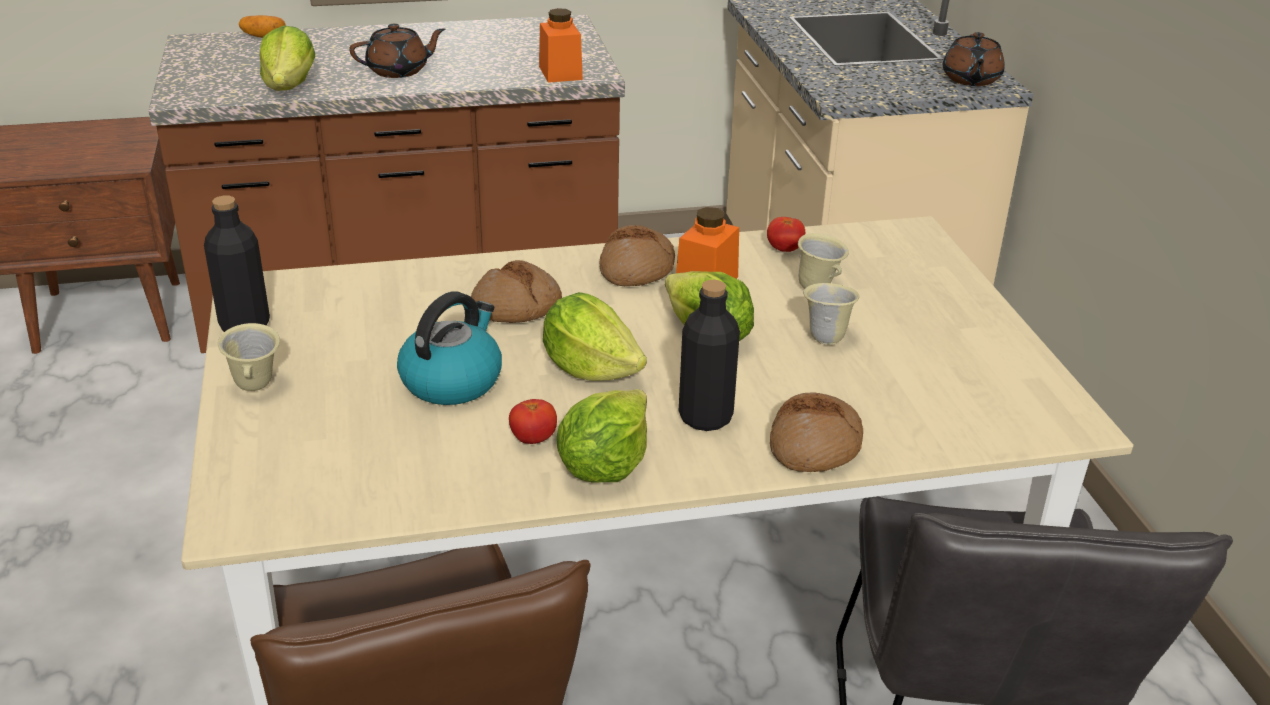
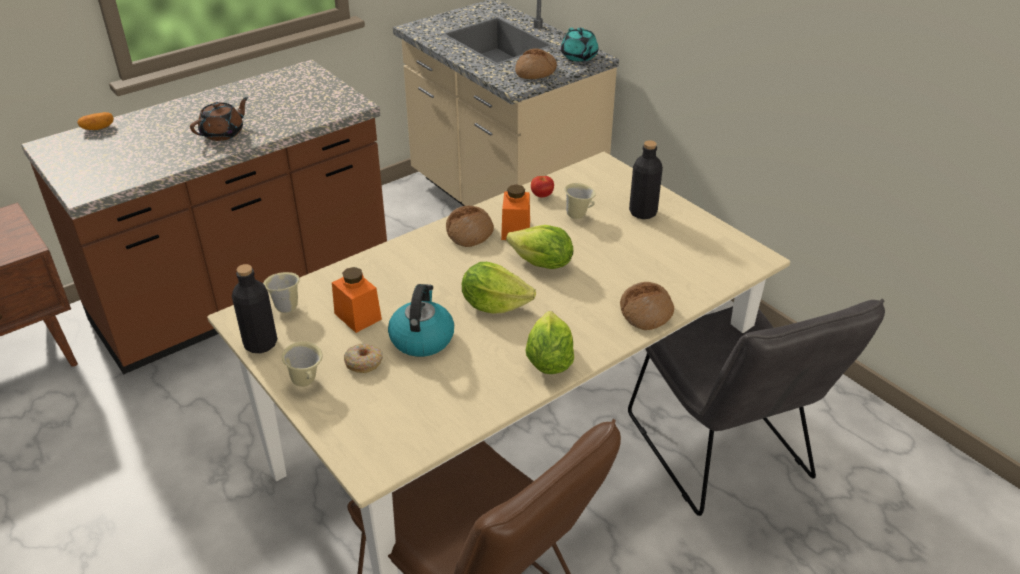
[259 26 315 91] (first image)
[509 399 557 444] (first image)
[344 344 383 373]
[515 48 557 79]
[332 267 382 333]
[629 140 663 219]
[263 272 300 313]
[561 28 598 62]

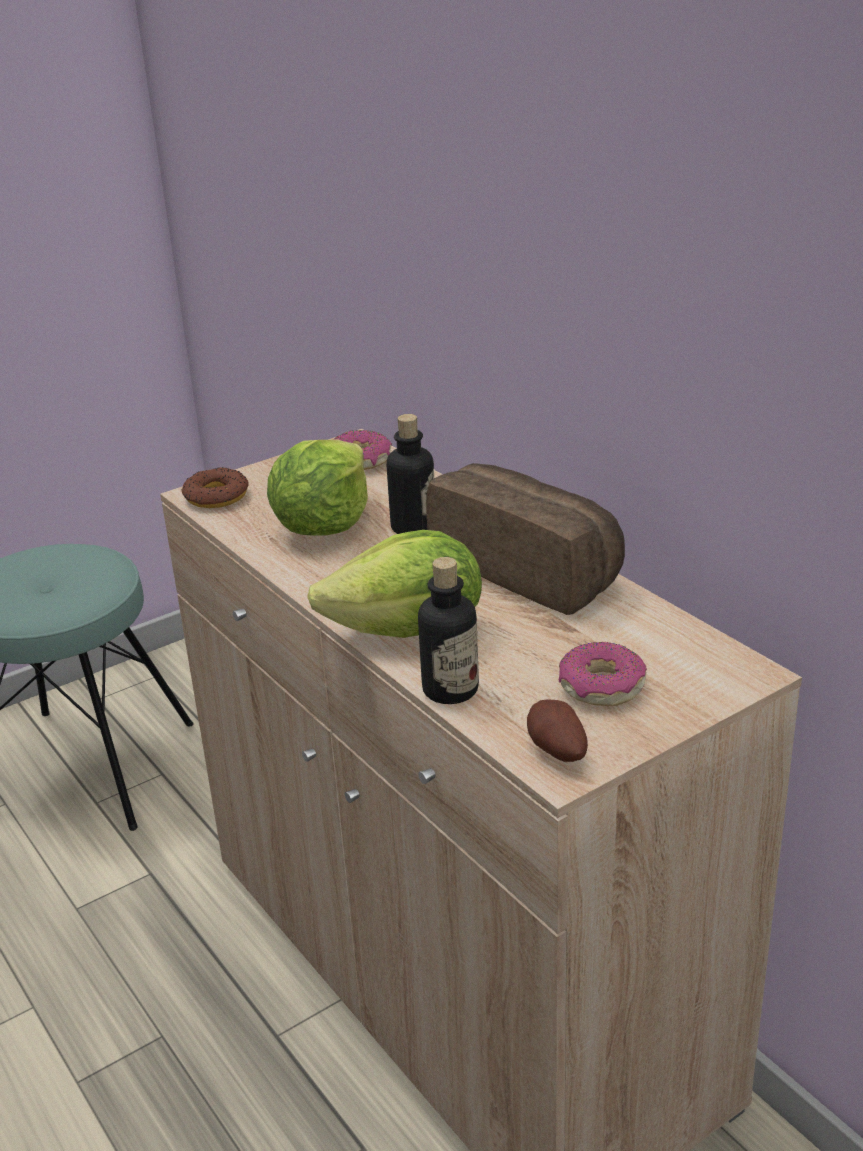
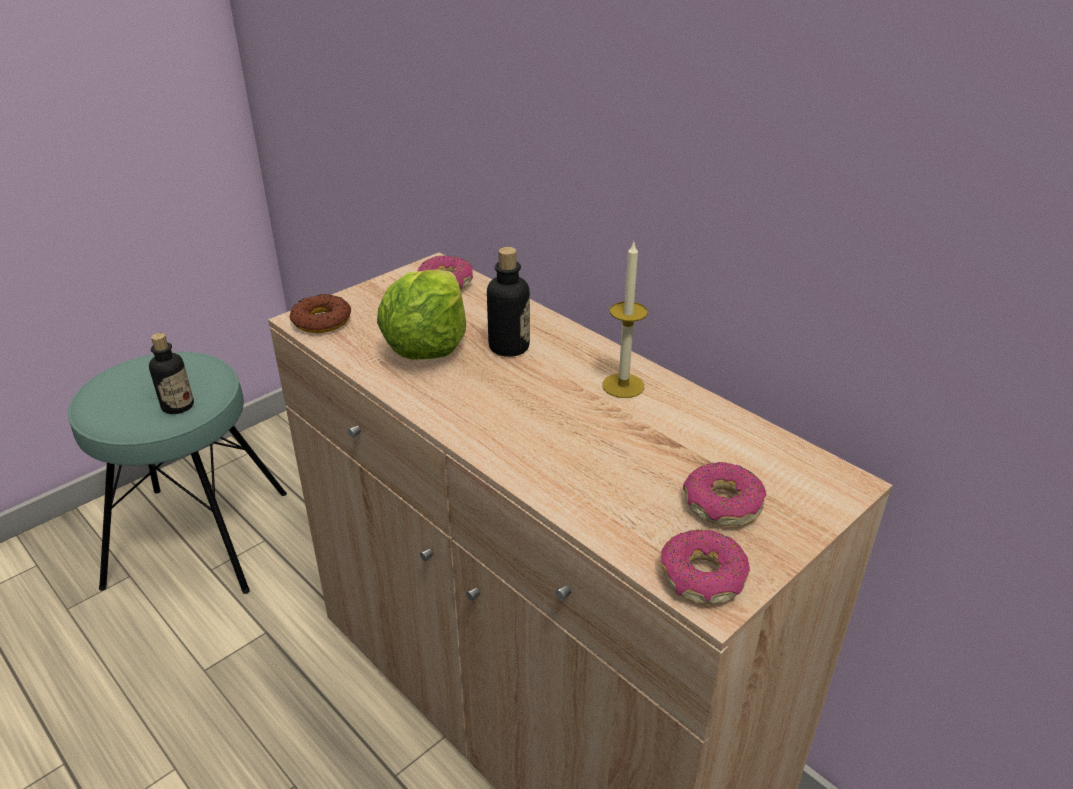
[307 530 482 638] (first image)
[149 333 194 414]
[602 242 648 398]
[661 529 750 604]

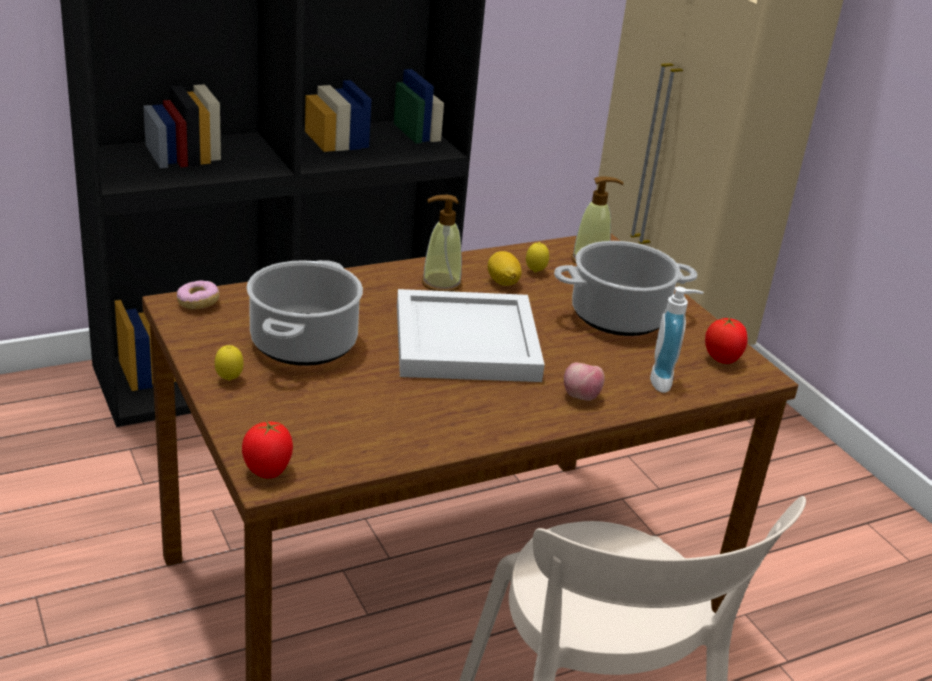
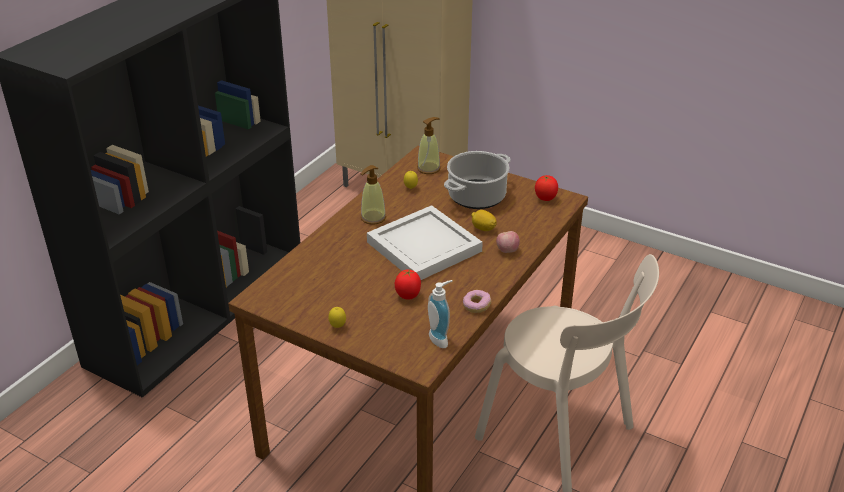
[247 260 363 366] (first image)
[463 290 491 313]
[395 269 421 300]
[471 210 497 231]
[428 280 453 348]

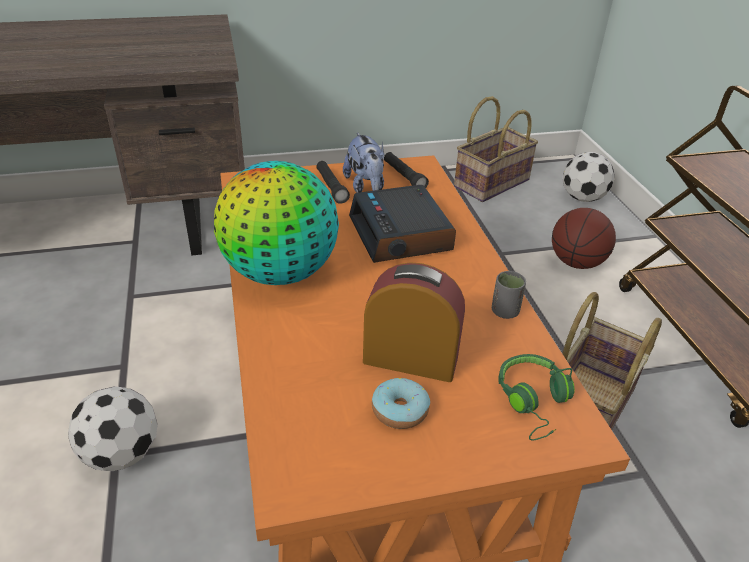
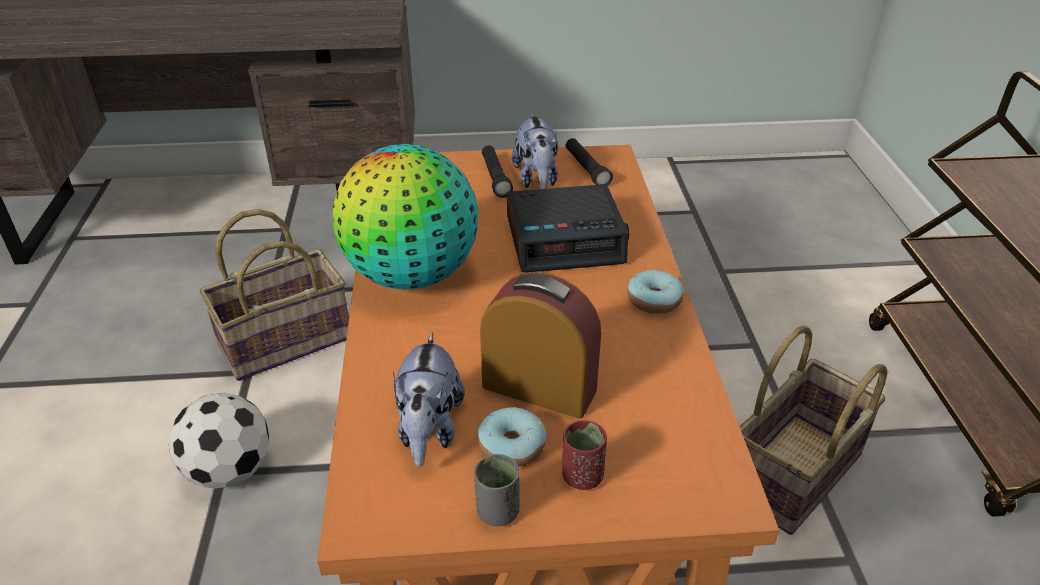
[498 354 575 441] (first image)
[552 208 616 269] (first image)
[563 152 615 202] (first image)
[393 332 465 467]
[562 420 607 490]
[627 269 684 314]
[199 209 349 381]
[474 454 520 526]
[507 184 629 273]

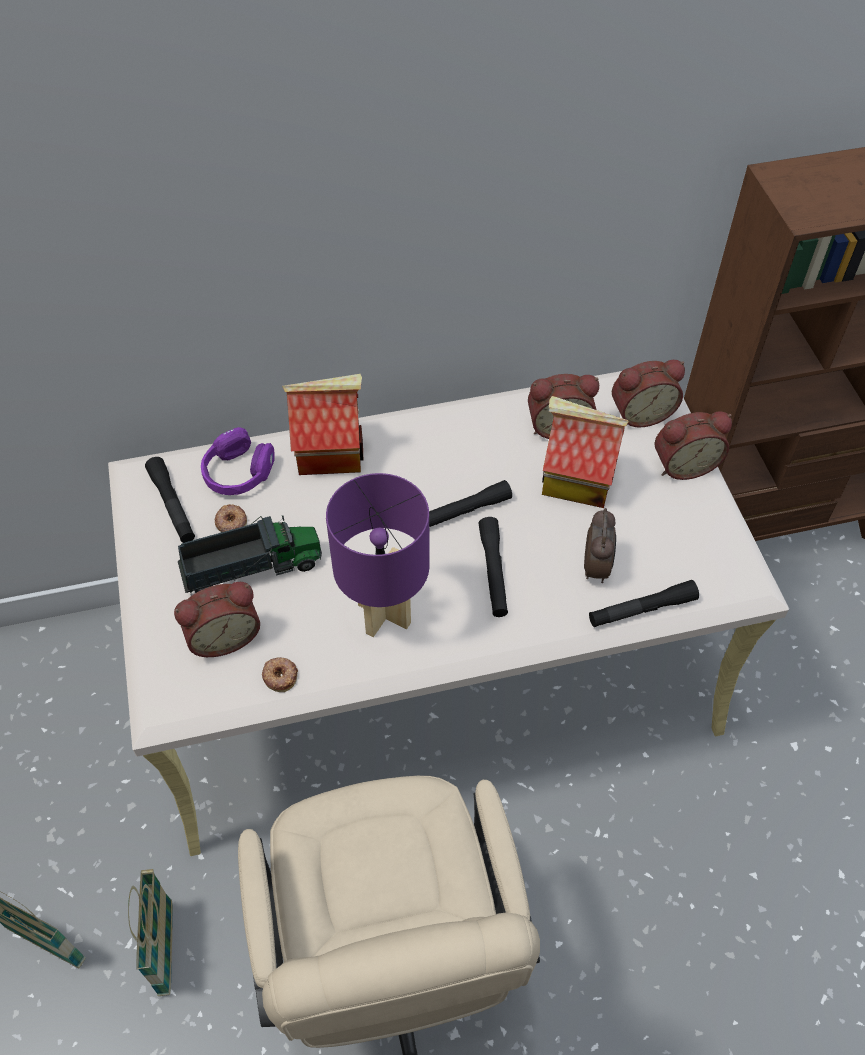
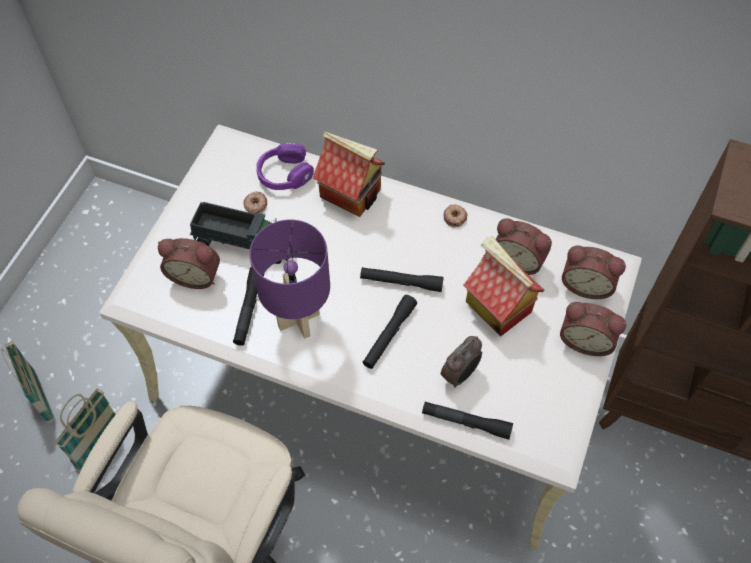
[233 267 265 346]
[444 204 467 228]

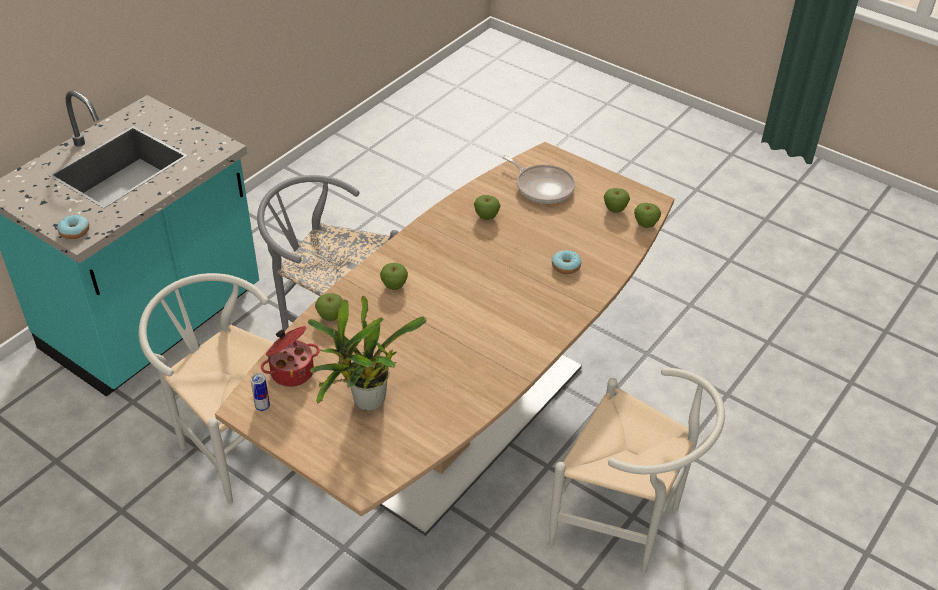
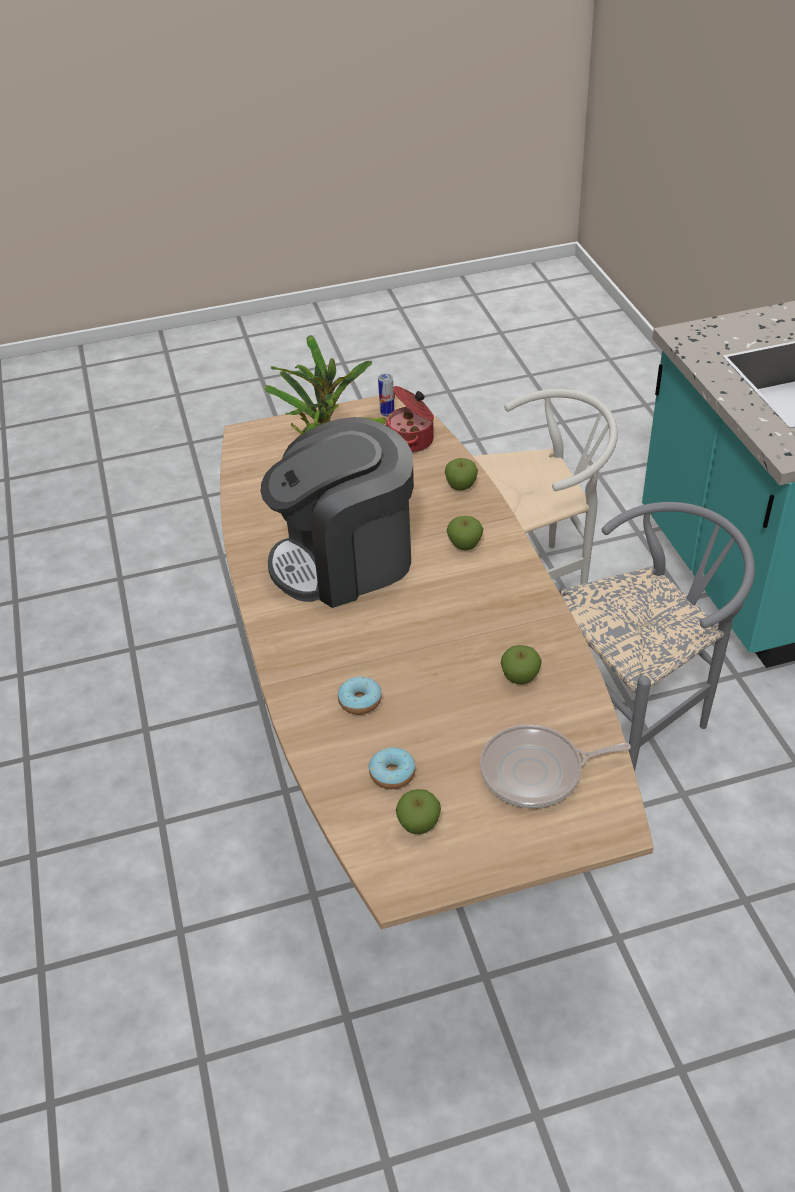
[549 368 725 573] (first image)
[634 203 661 228] (first image)
[260 417 414 608]
[369 747 416 789]

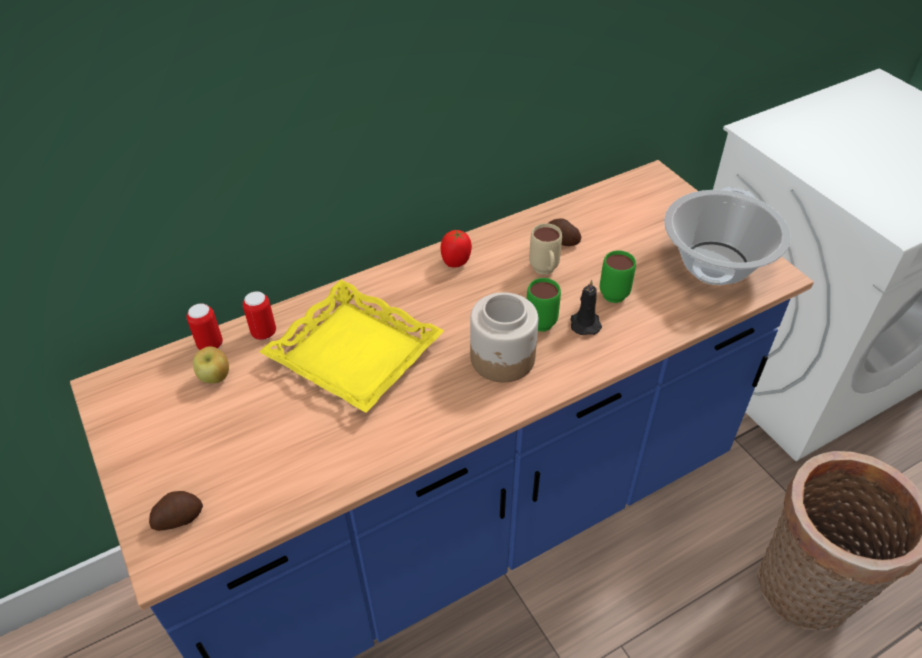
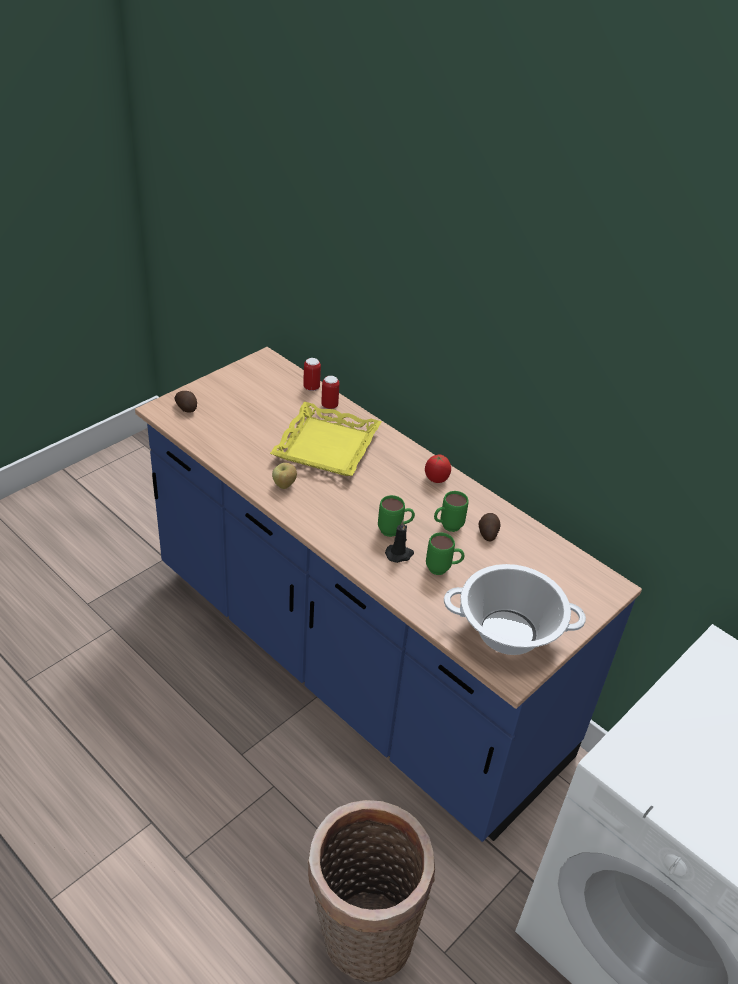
[470 292 539 382] (first image)
[272 463 297 489]
[434 491 469 532]

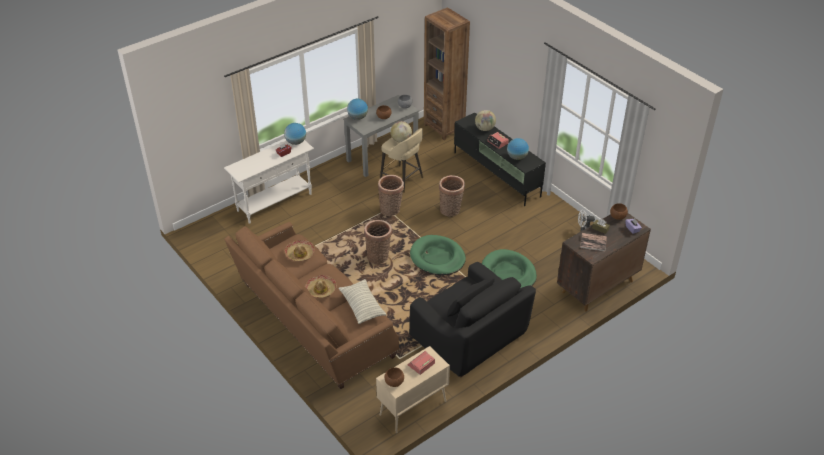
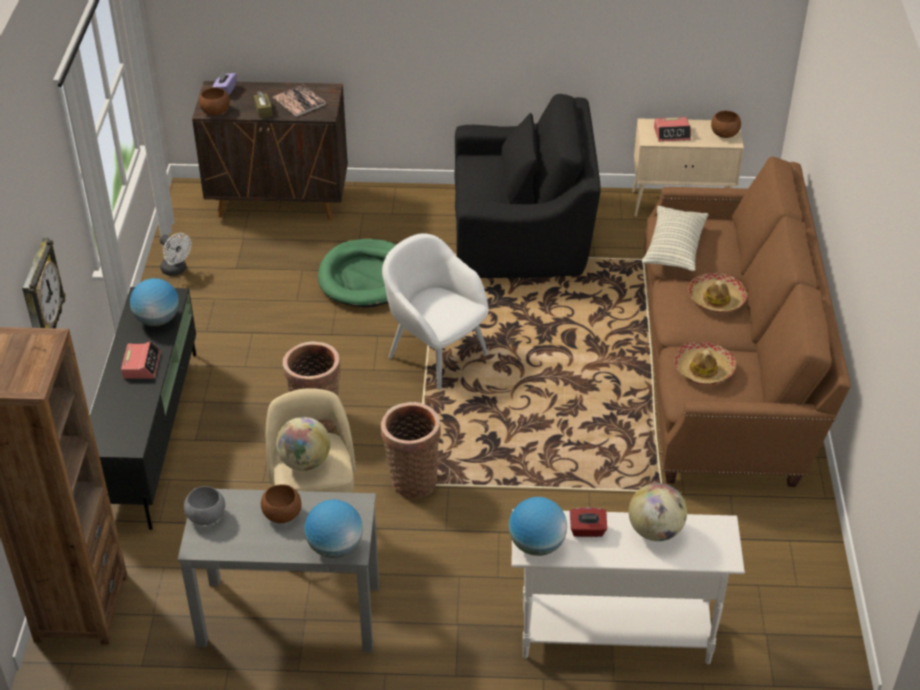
[364 220 392 264] (first image)
[22 238 66 328]
[629 483 687 541]
[382 233 489 390]
[454 94 600 278]

